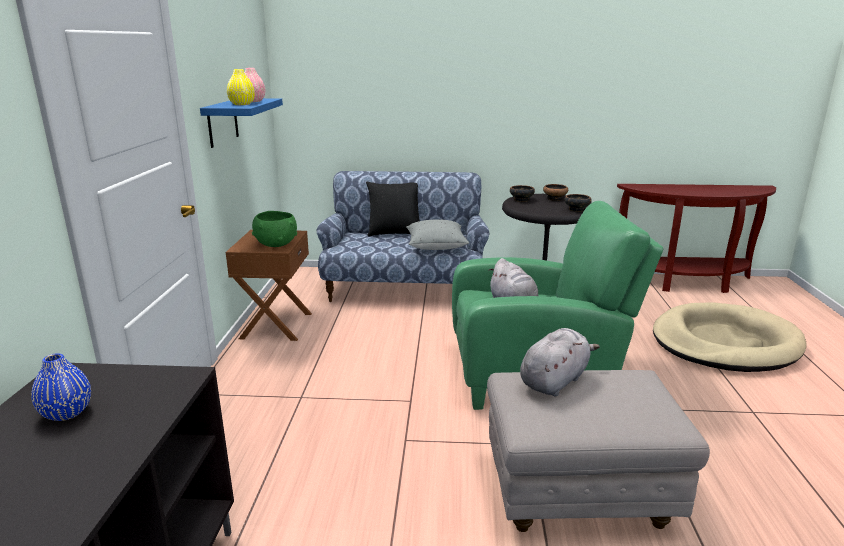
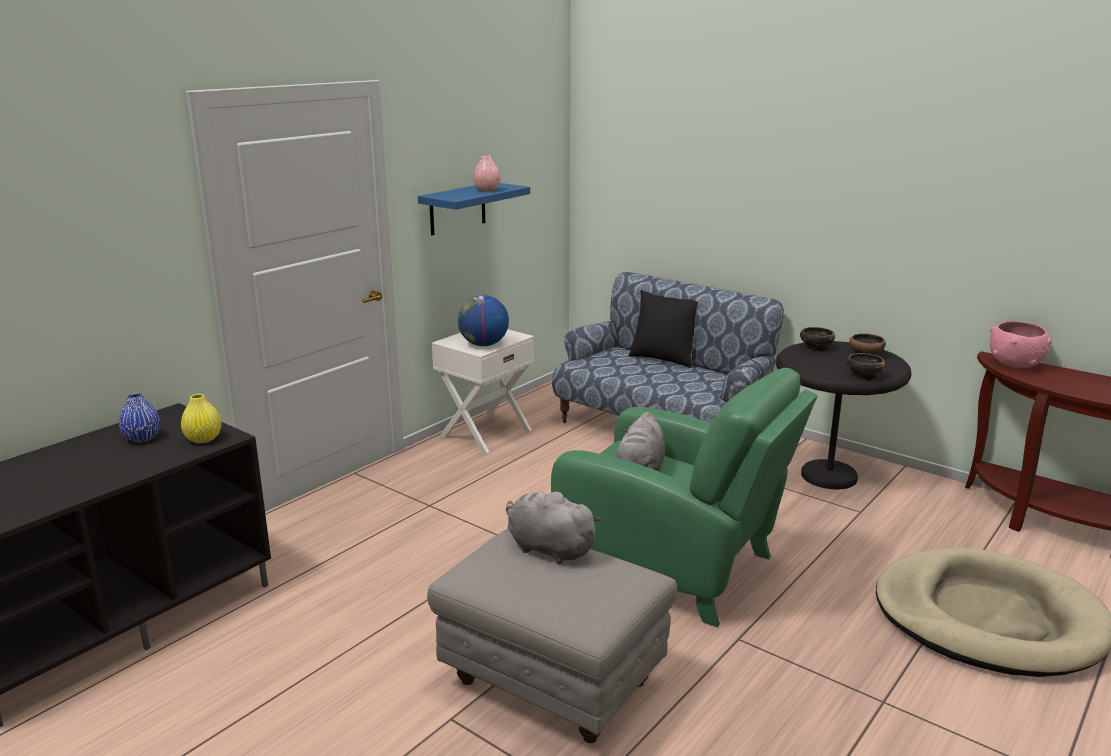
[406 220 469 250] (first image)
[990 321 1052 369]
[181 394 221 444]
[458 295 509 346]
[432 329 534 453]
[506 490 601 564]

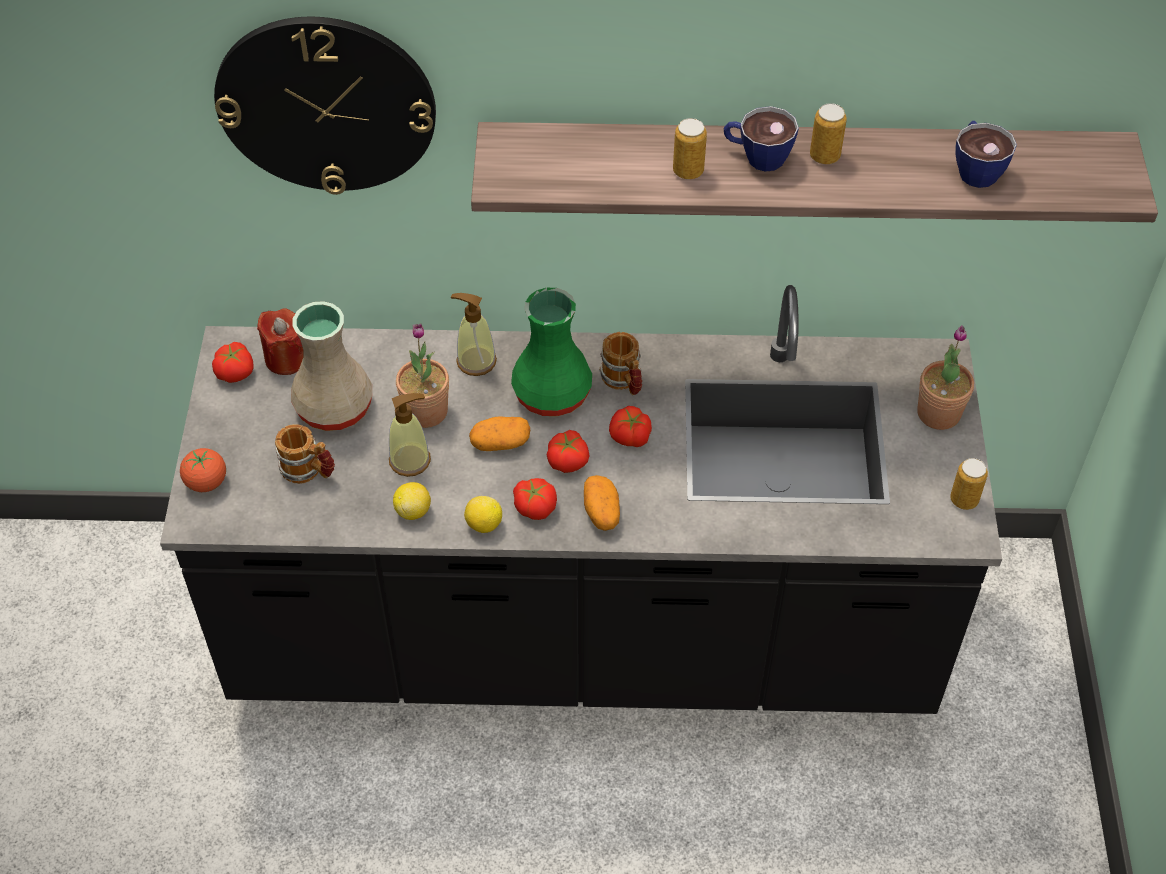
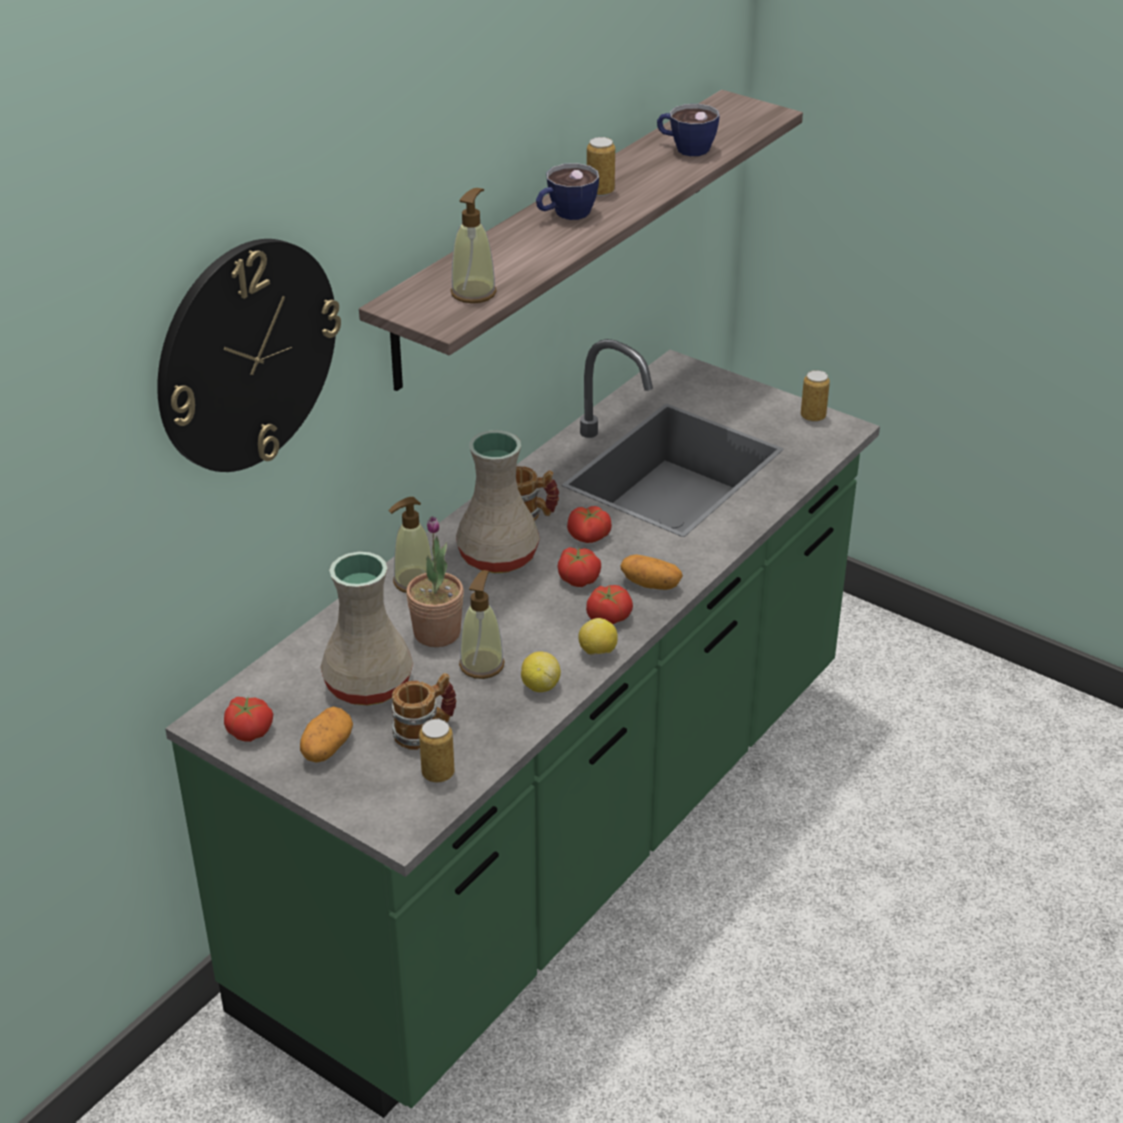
[180 448 226 492] (first image)
[257 308 304 375] (first image)
[917 325 974 430] (first image)
[451 188 496 303]
[300 706 353 763]
[419 719 455 782]
[165 339 880 1118]
[456 430 540 573]

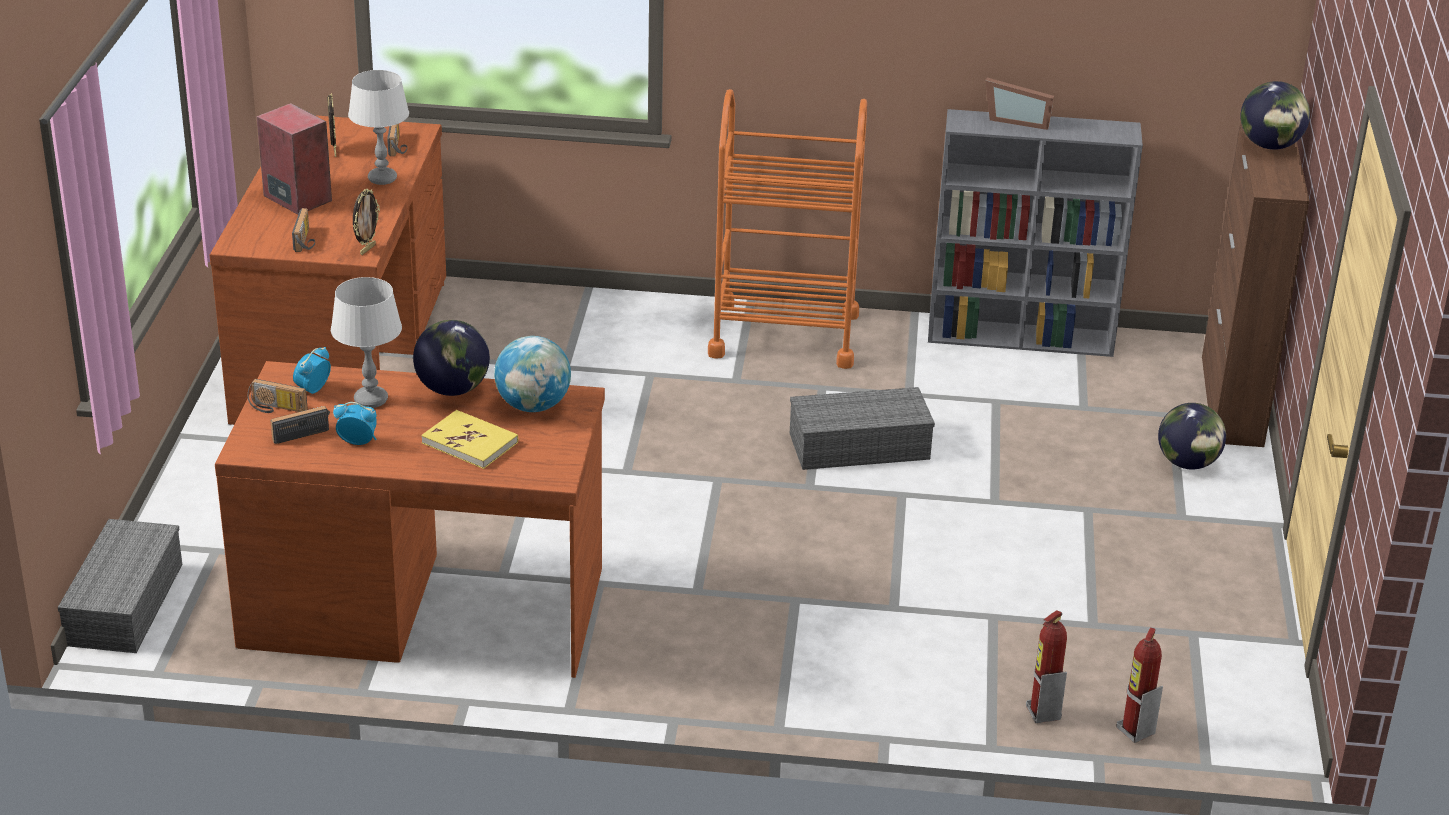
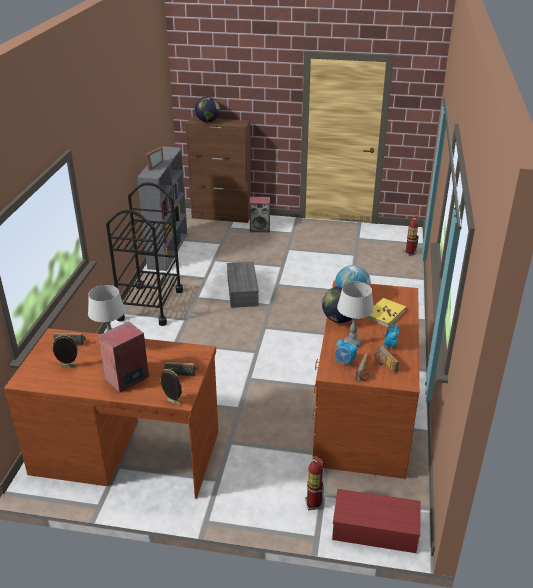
[160 368 184 405]
[305 456 324 510]
[249 197 270 232]
[332 489 421 553]
[106 182 183 326]

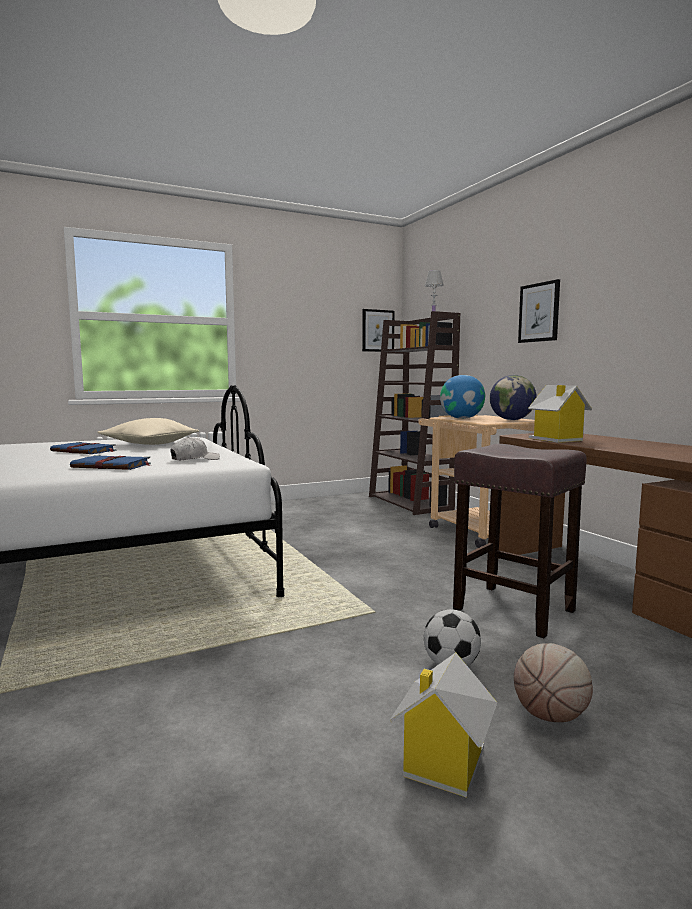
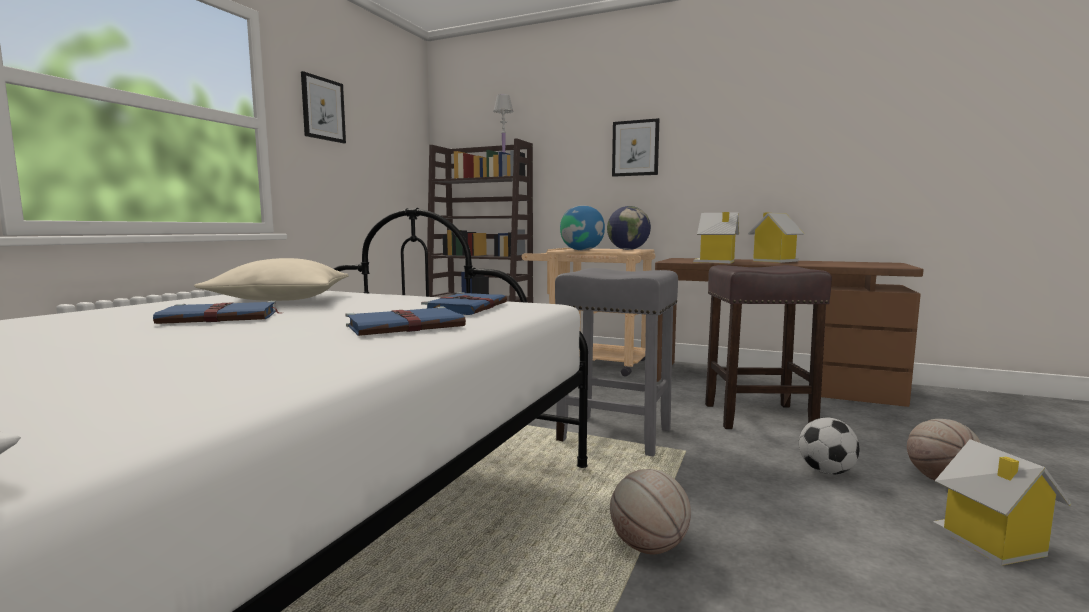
[555 268 678 457]
[610 469 691 554]
[748 213 804 263]
[301 71 346 143]
[421 292 507 315]

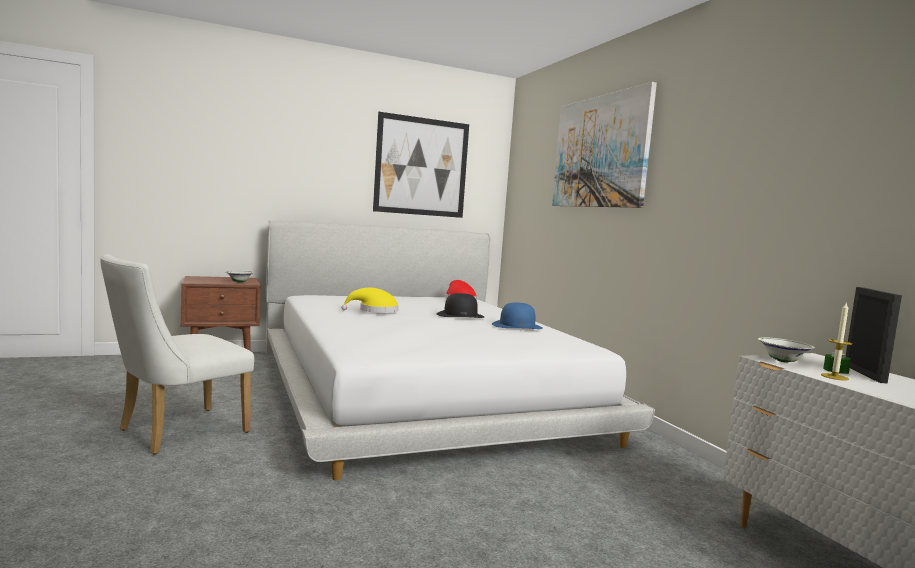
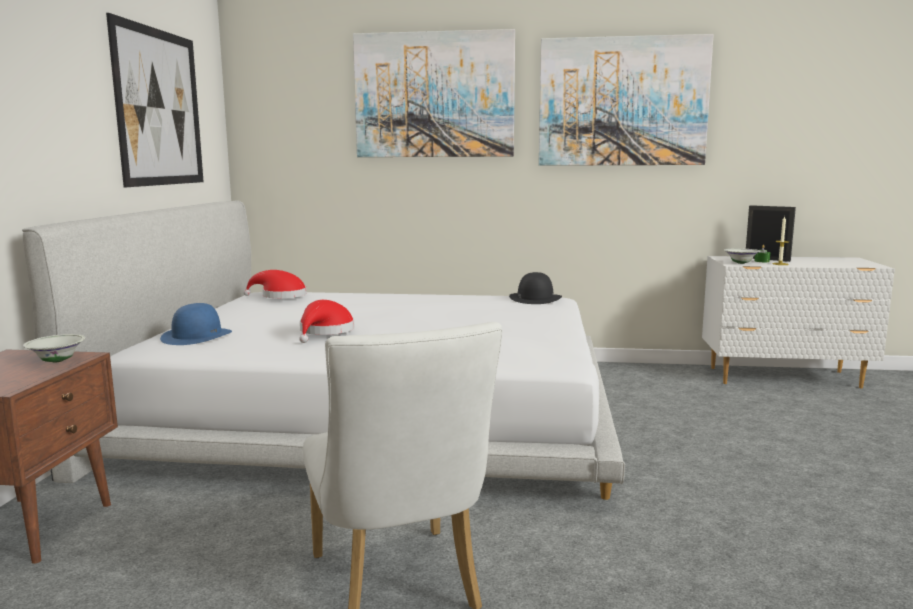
[539 34 714 166]
[509 272 562 304]
[160 303 232 345]
[299 300 354 343]

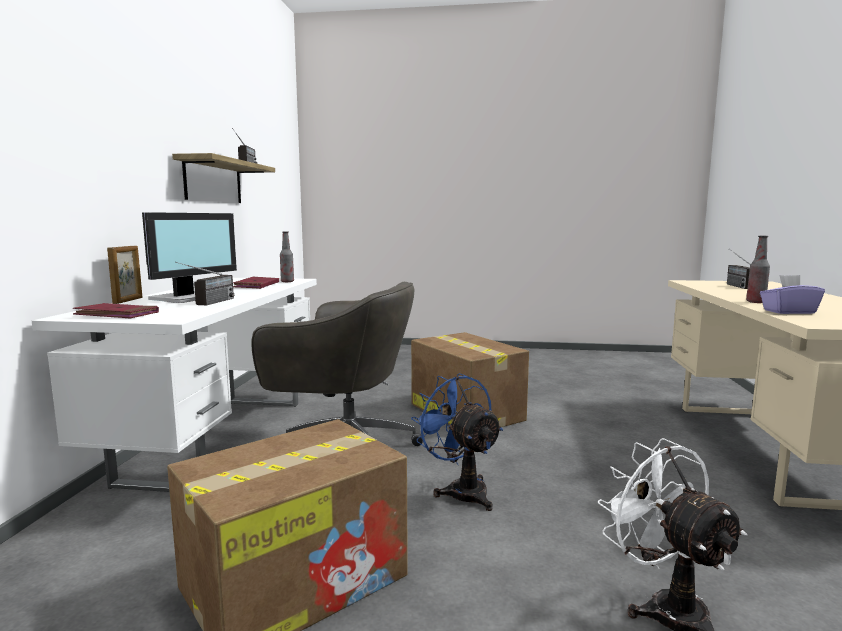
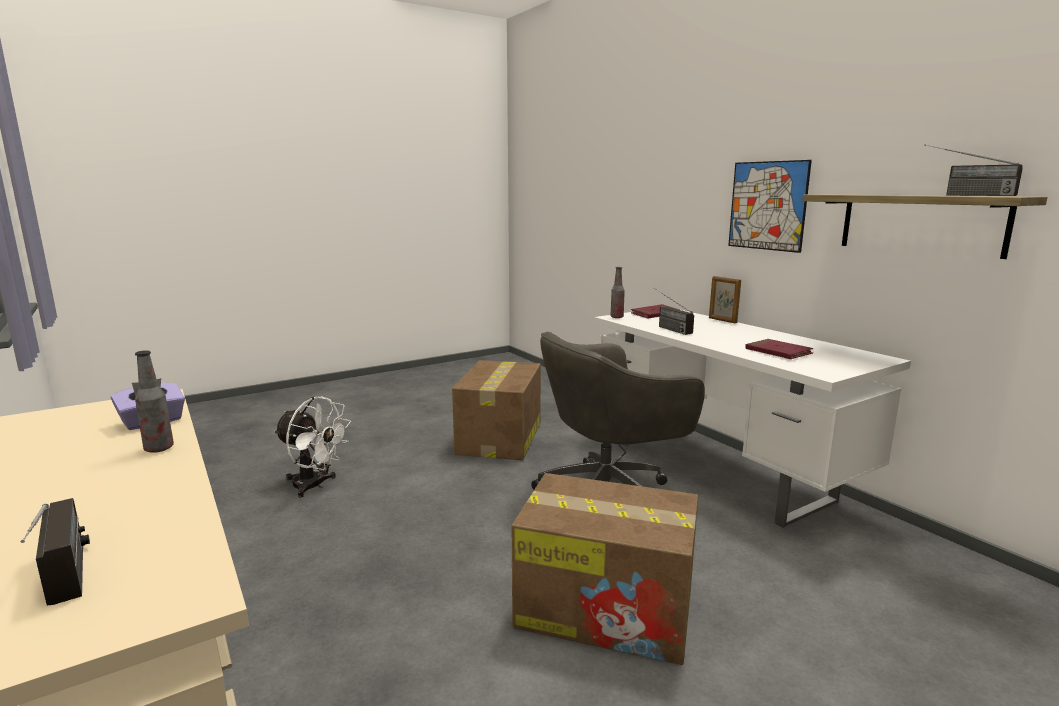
[142 212 237 303] (first image)
[411 373 503 511] (first image)
[728 160 812 253]
[611 267 625 318]

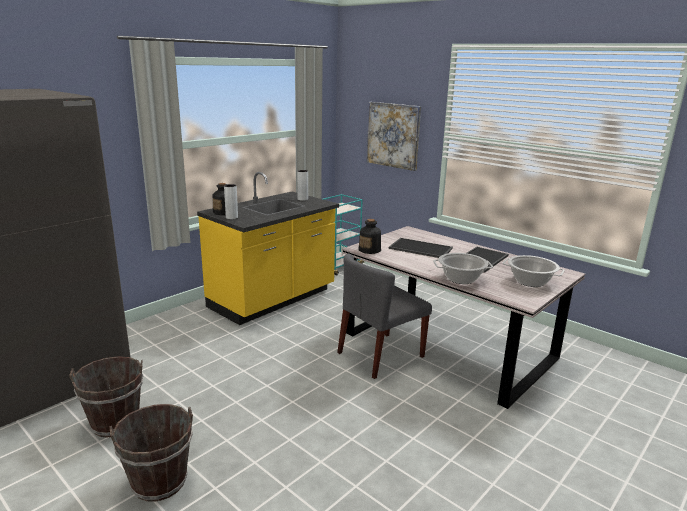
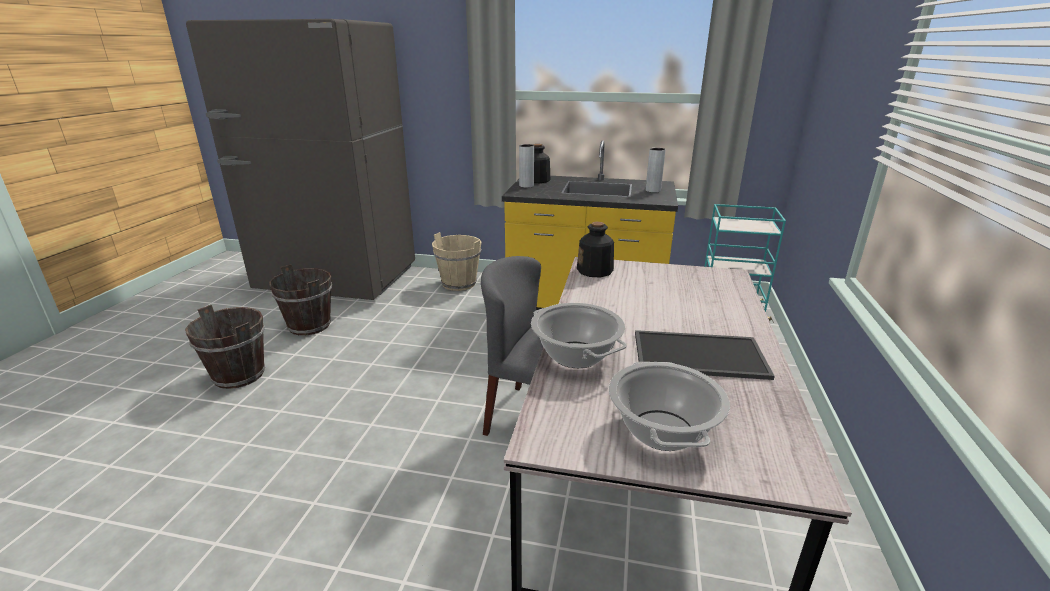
[367 102 421 171] (first image)
[389 238 453 258] (first image)
[432 232 482 291]

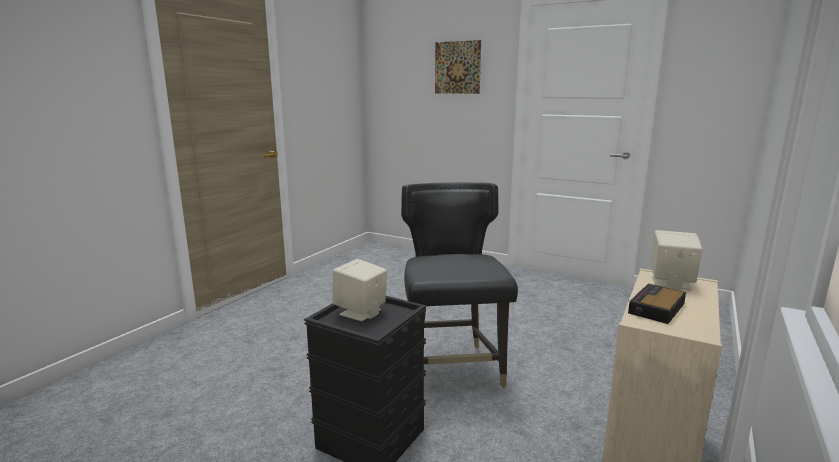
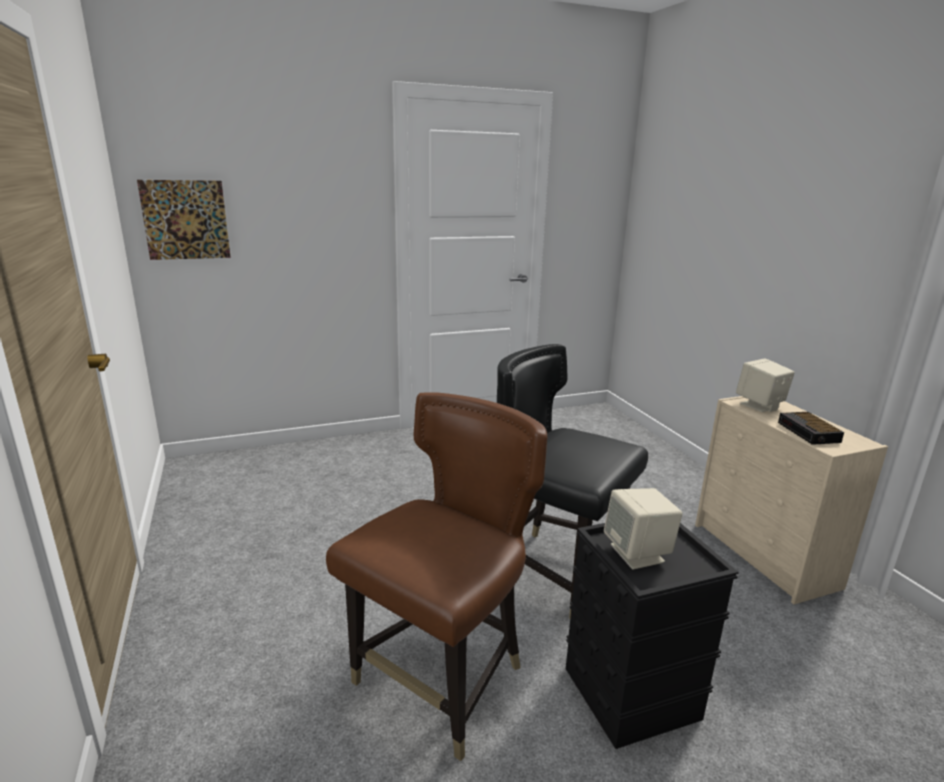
[326 392 547 761]
[137 180 231 260]

